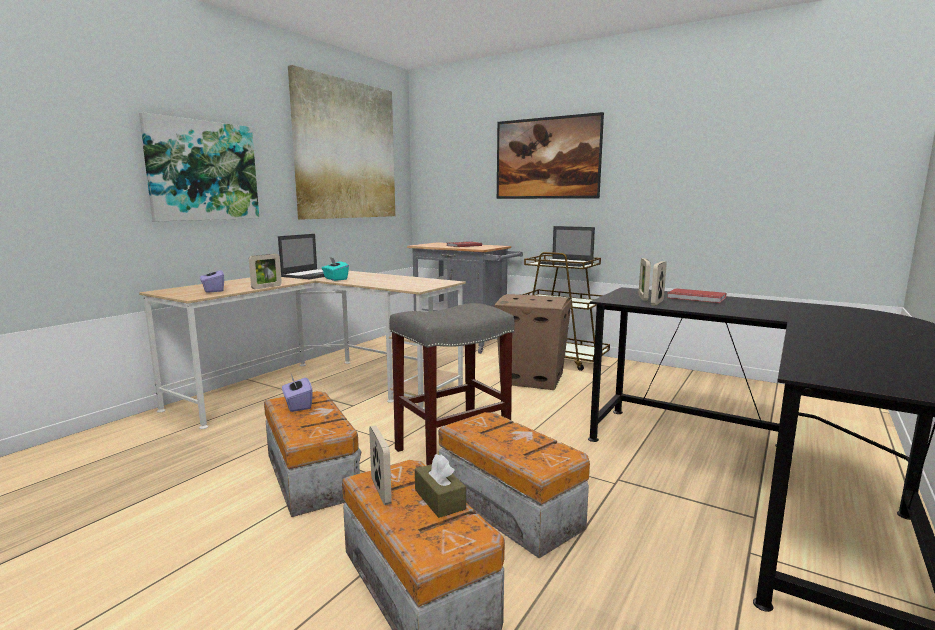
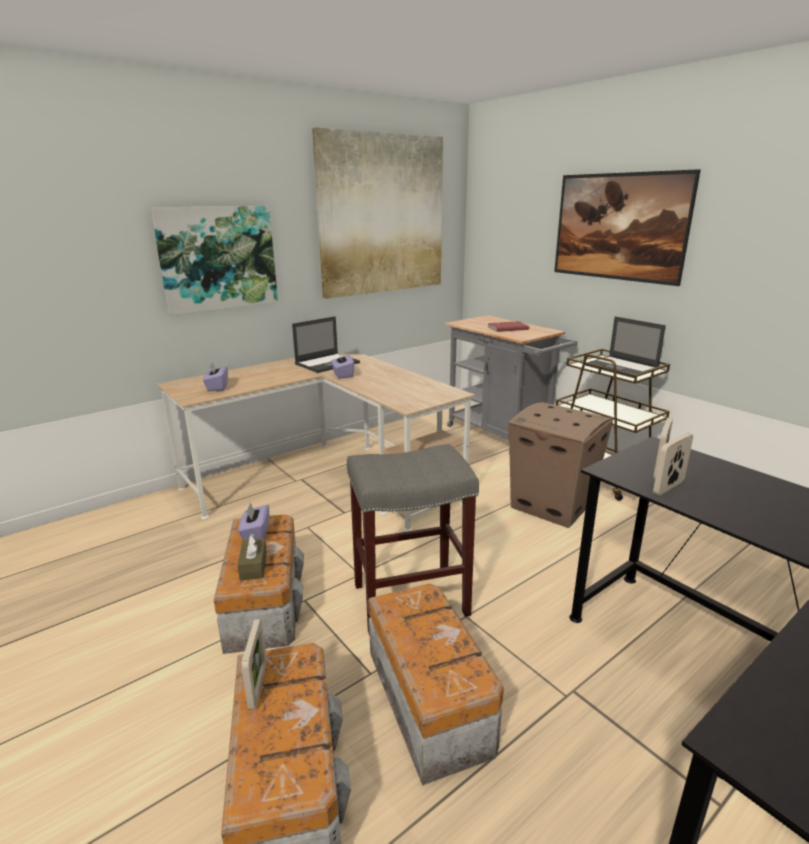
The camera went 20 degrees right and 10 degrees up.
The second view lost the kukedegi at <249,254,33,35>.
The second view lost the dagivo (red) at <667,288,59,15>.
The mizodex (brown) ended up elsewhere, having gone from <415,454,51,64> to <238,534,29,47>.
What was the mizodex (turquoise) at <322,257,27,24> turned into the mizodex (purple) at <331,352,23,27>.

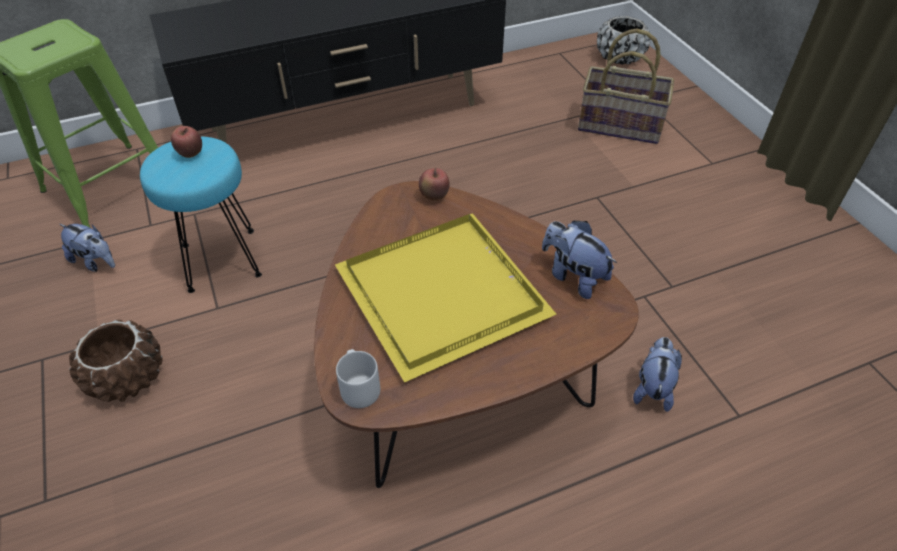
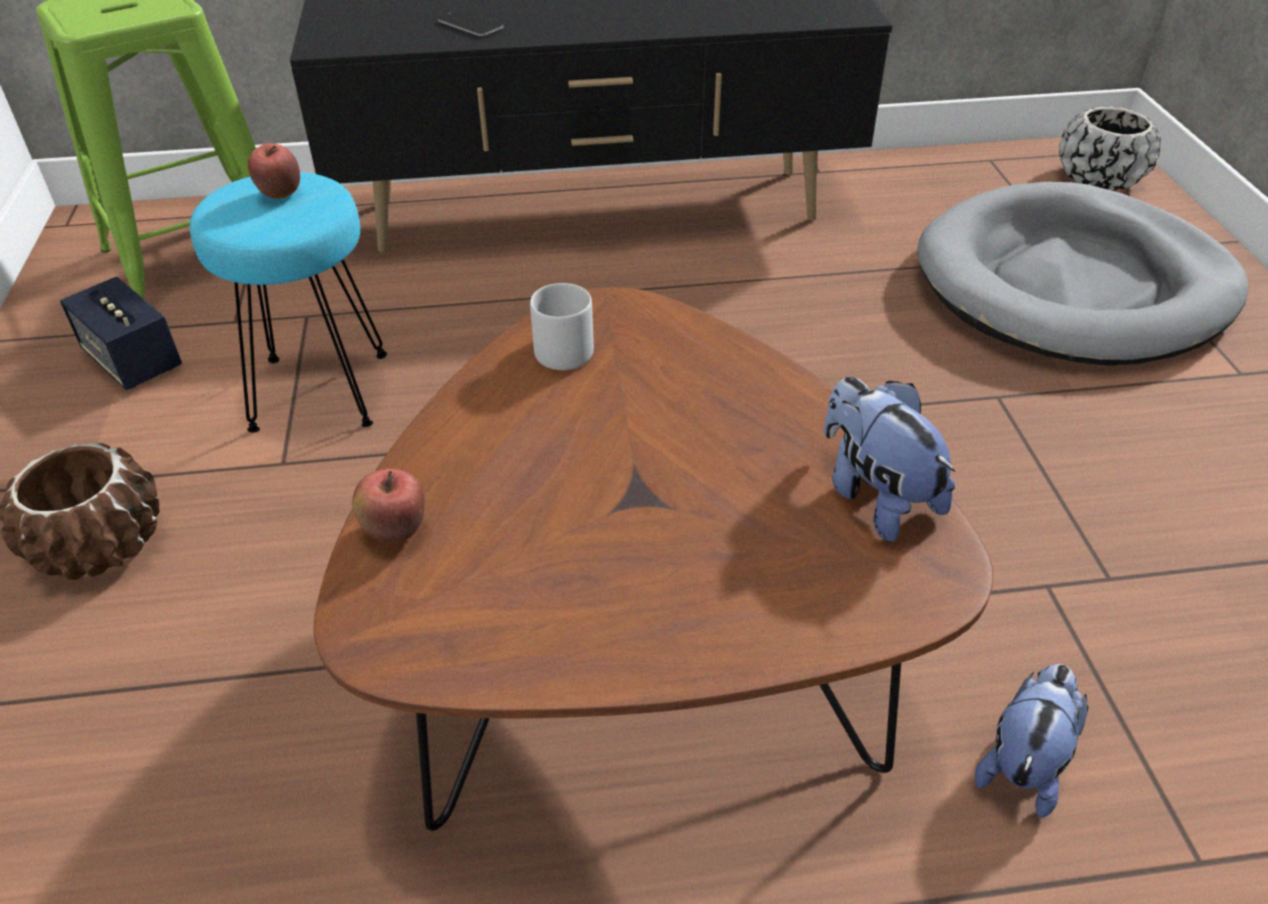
The camera went 15 degrees right and 5 degrees down.
The second view lost the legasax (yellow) at <335,213,222,170>.
The second view gained the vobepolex at <438,10,66,26>.
The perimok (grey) ended up elsewhere, having gone from <336,349,44,59> to <530,283,64,87>.
The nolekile ended up elsewhere, having gone from <419,168,31,32> to <352,469,73,73>.
Where the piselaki stood at <60,224,55,48>, the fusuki came to stand at <60,277,122,113>.
Where the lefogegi stood at <578,28,96,116>, the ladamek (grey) came to stand at <918,182,330,184>.

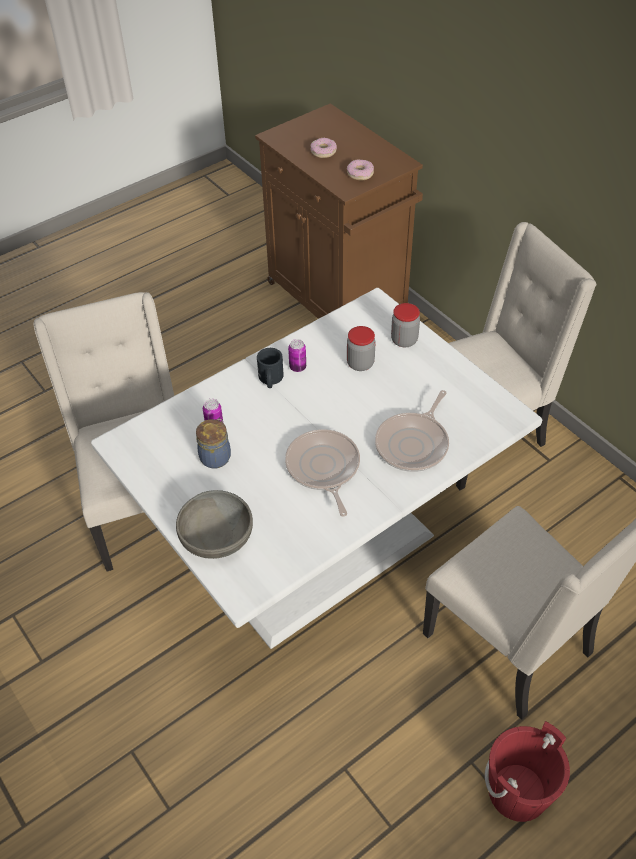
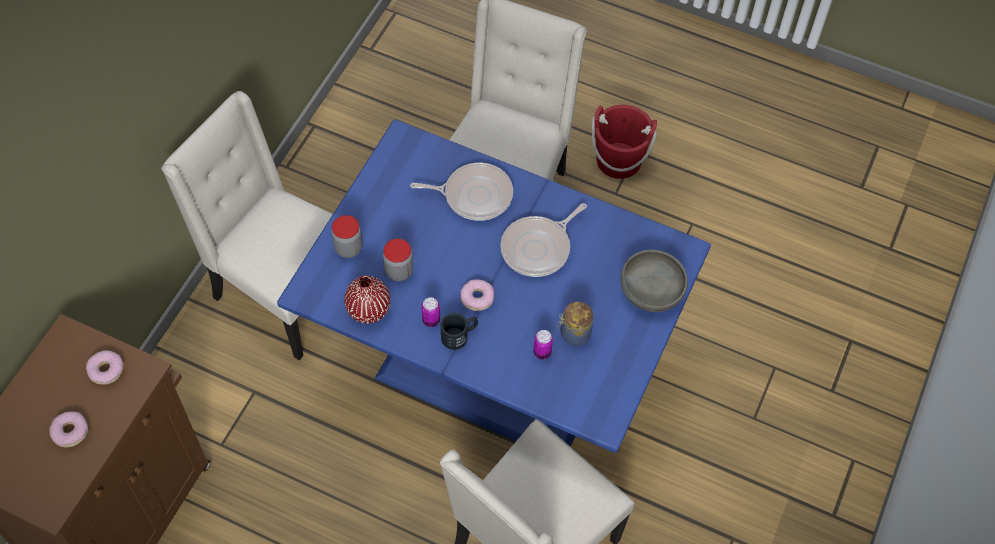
The camera went 120 degrees left and 10 degrees up.
The second view gained the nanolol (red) at <344,275,46,49>.
The second view gained the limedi at <461,279,33,32>.
What was the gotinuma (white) at <91,288,451,361> turned into the gotinuma (blue) at <277,119,434,334>.

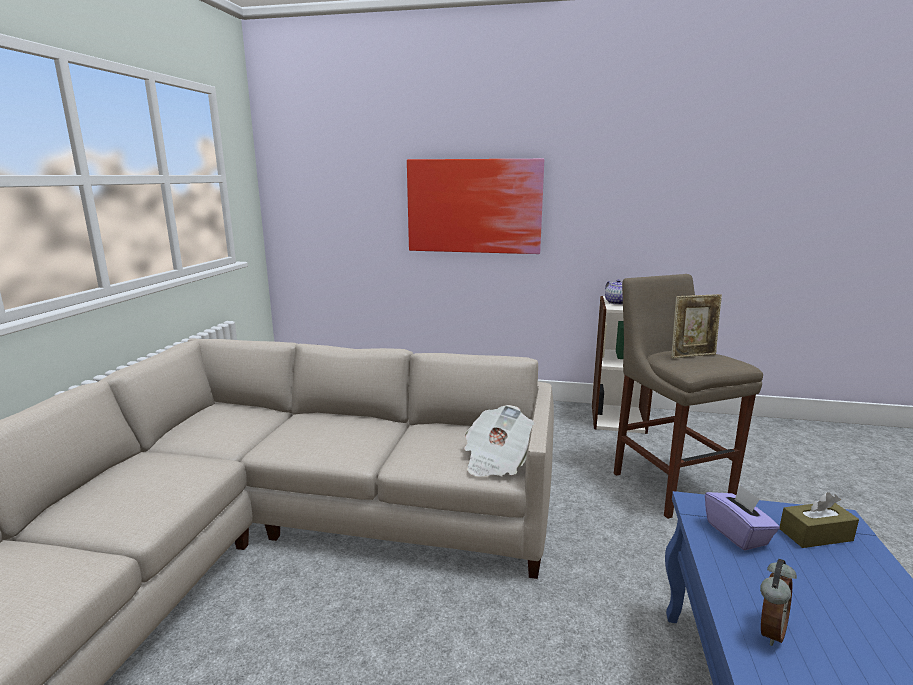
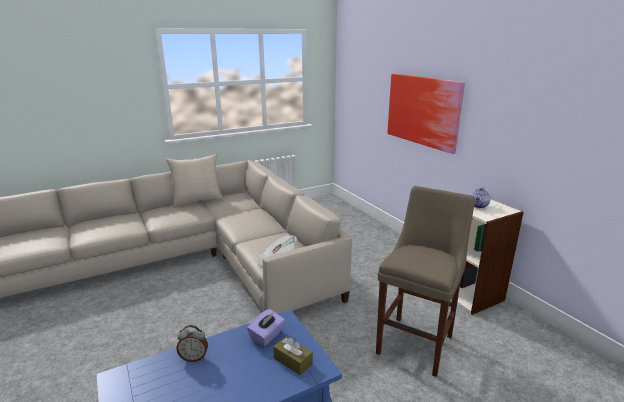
The camera went 50 degrees right and 5 degrees up.
The second view lost the kukedegi at <671,294,51,64>.
The second view gained the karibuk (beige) at <166,154,58,54>.

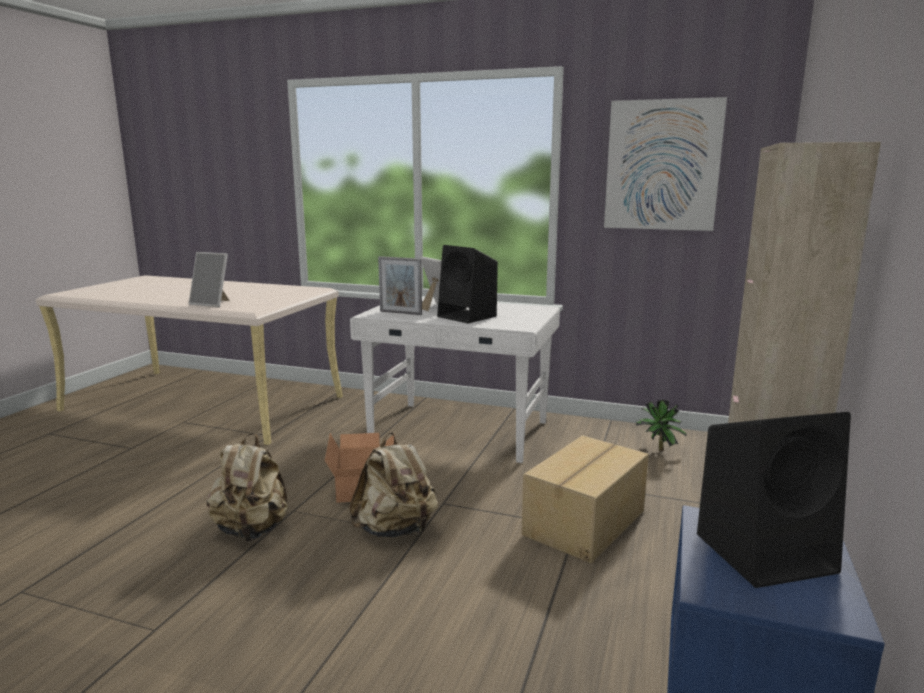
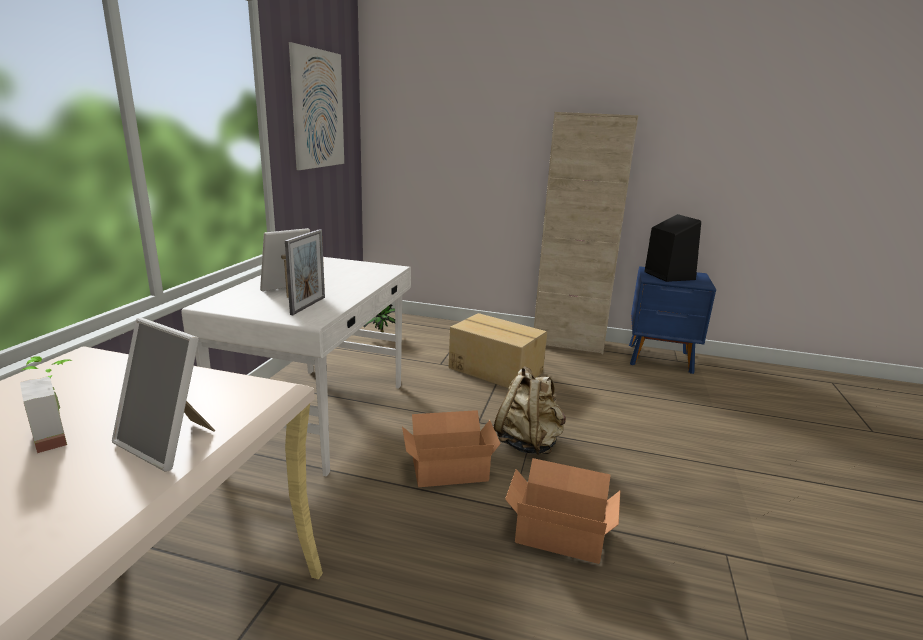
The camera went 95 degrees left and 5 degrees up.
The second view lost the fusuki (black) at <437,245,61,79>.
The second view gained the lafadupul at <20,356,51,97>.
Where the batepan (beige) stood at <207,433,81,108>, the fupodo came to stand at <505,458,115,106>.
The kukedegi at <189,252,41,55> ended up facing another way, 105 degrees clockwise from before.

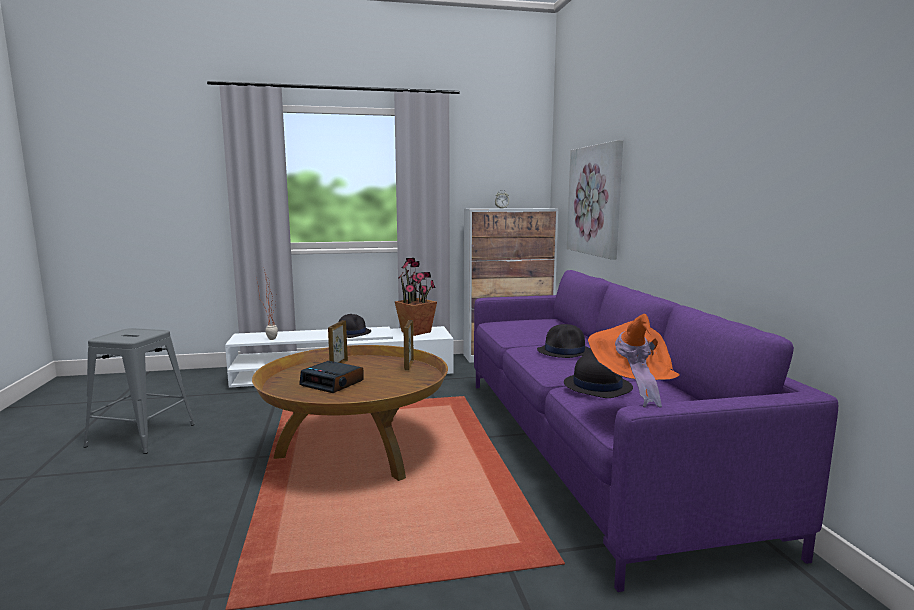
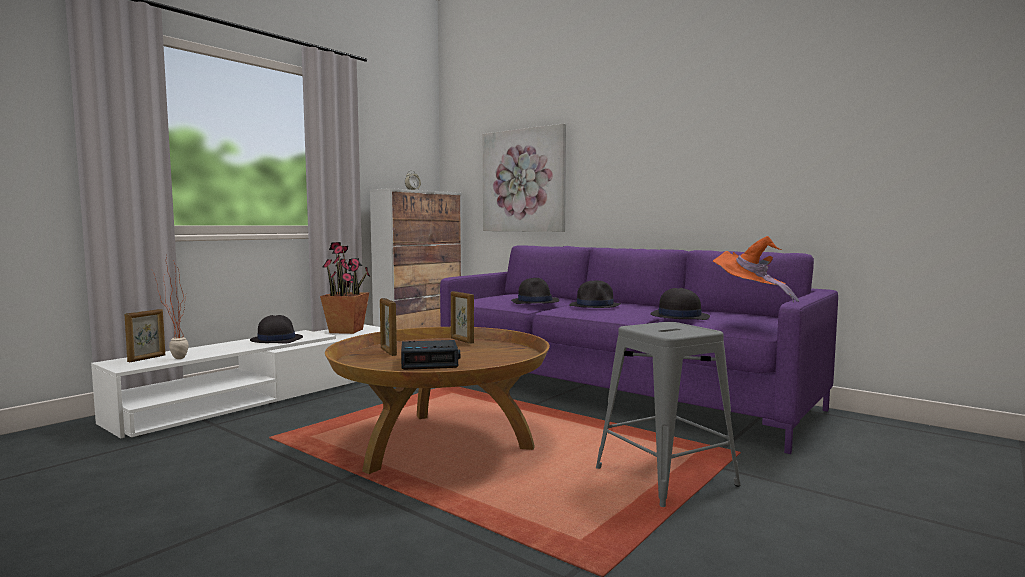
The camera went 40 degrees left and 5 degrees down.
The second view gained the kukedegi at <125,309,40,53>.
The second view gained the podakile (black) at <511,278,49,26>.
The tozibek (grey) ended up elsewhere, having gone from <83,328,112,126> to <596,322,145,185>.

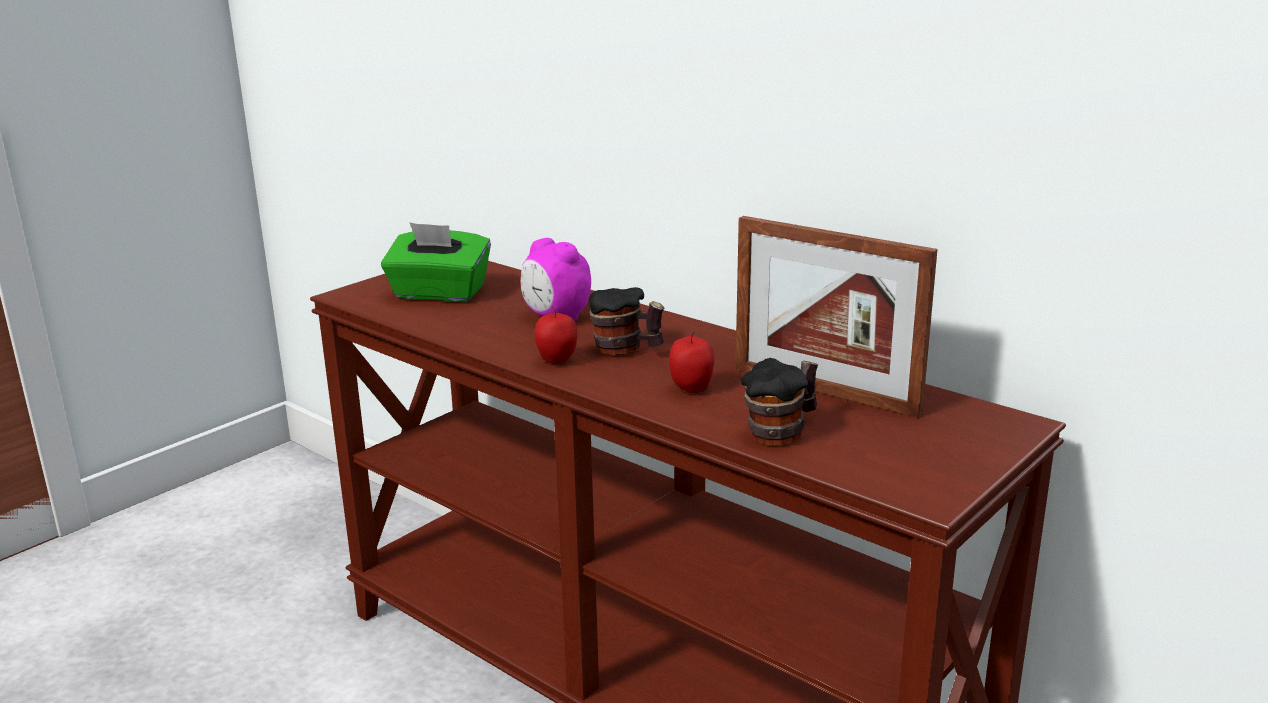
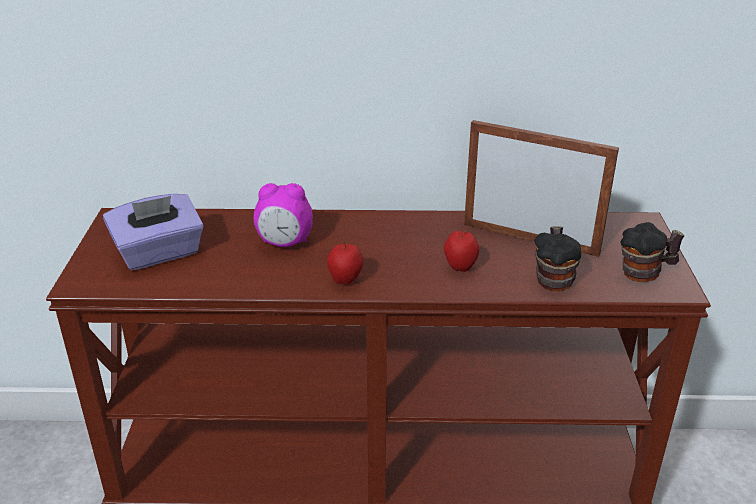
The camera went 40 degrees left and 10 degrees up.
The perimok ended up elsewhere, having gone from <589,287,75,68> to <620,222,65,60>.
What was the mizodex (green) at <381,222,110,80> turned into the mizodex (purple) at <103,194,101,76>.
The kukedegi at <735,216,202,202> ended up facing another way, 150 degrees counterclockwise from before.

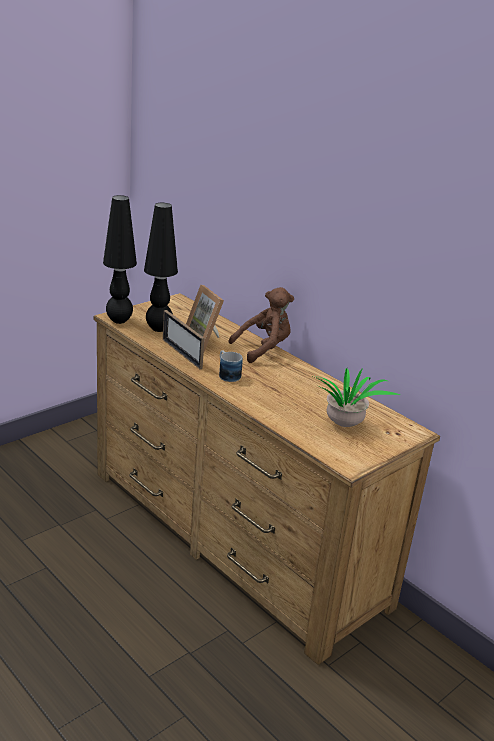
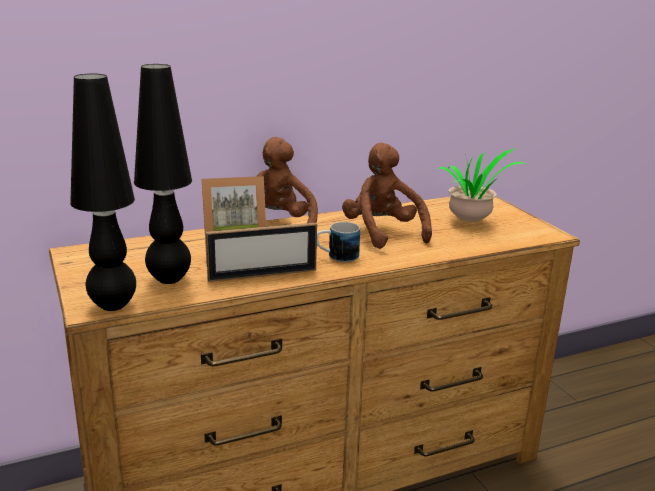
The camera went 70 degrees left and 5 degrees down.
The second view gained the piselaki (brown) at <342,143,90,106>.

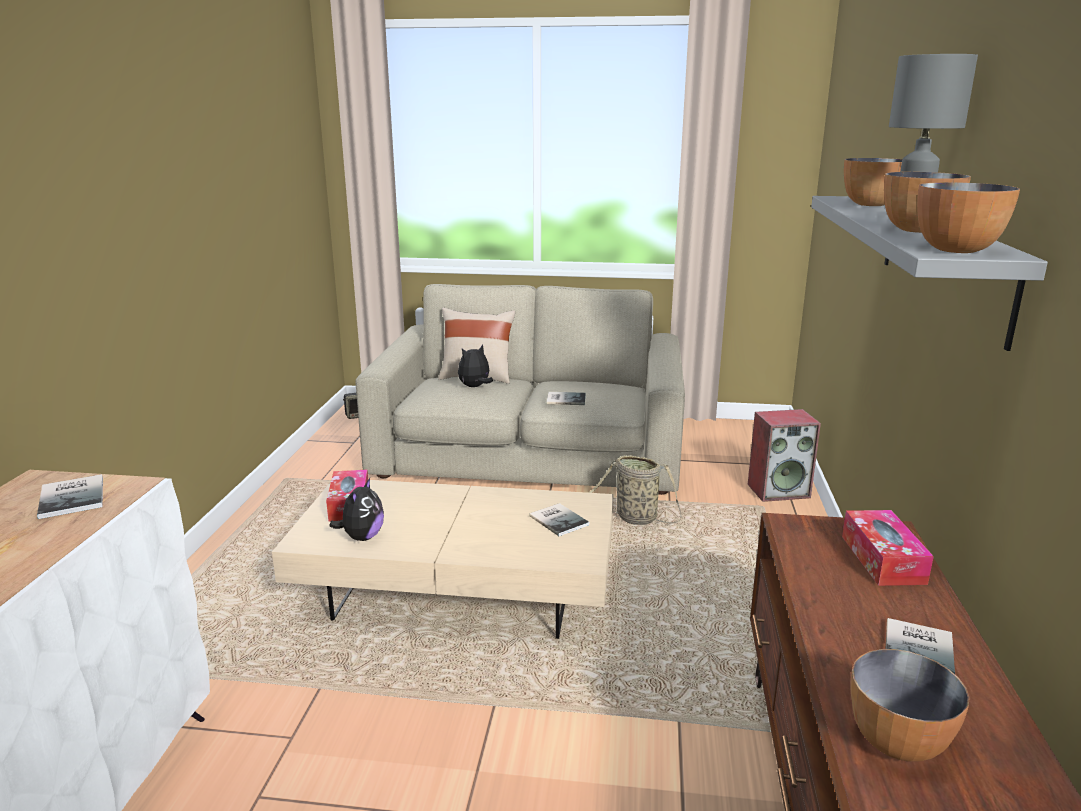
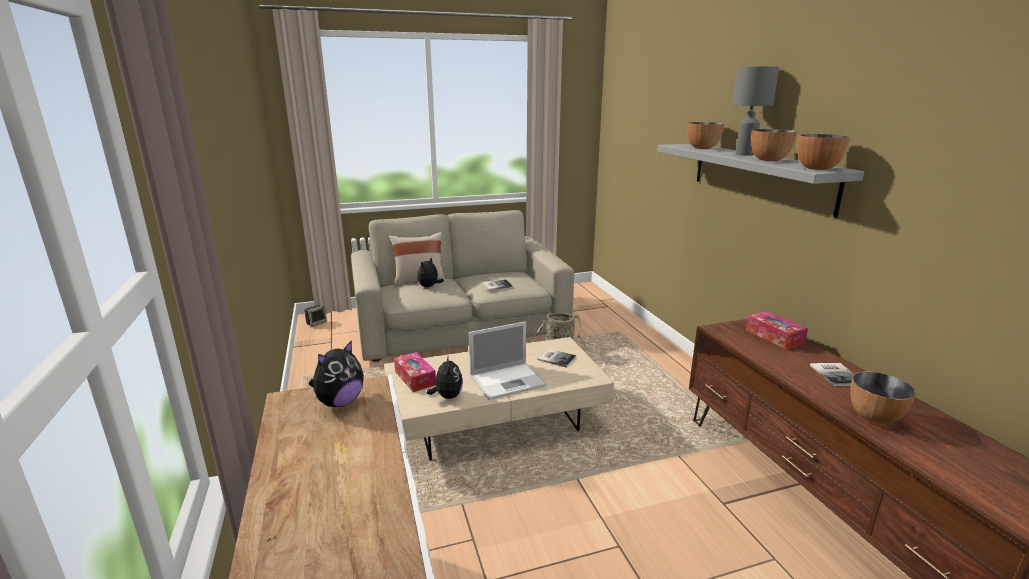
The camera went 25 degrees left and 0 degrees up.
The second view lost the fusuki at <748,409,73,93>.
The second view gained the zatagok at <469,322,78,78>.
Where the dagivo stood at <37,474,66,45>, the piselaki came to stand at <309,340,55,67>.

